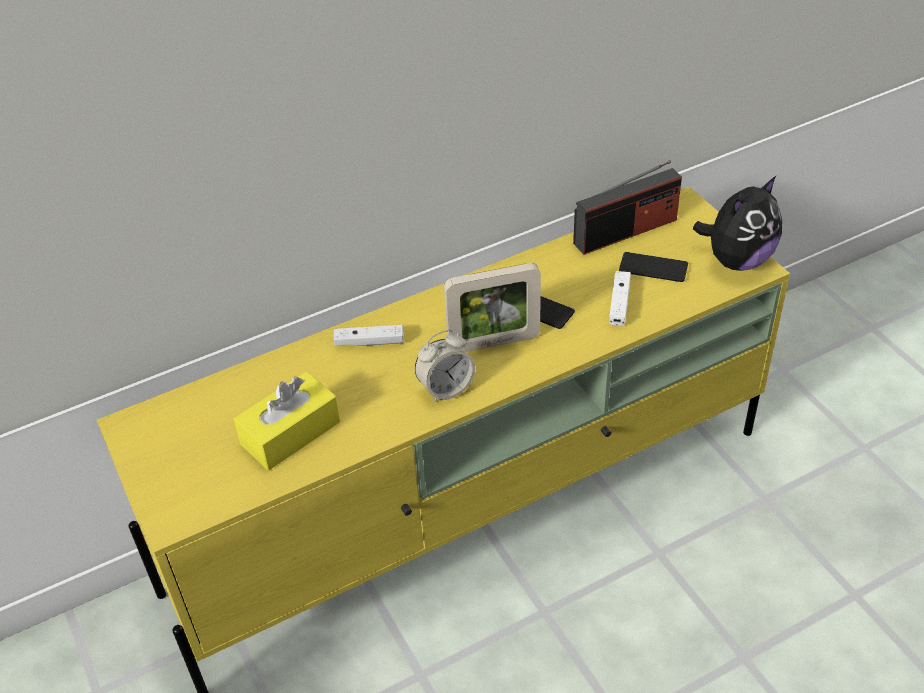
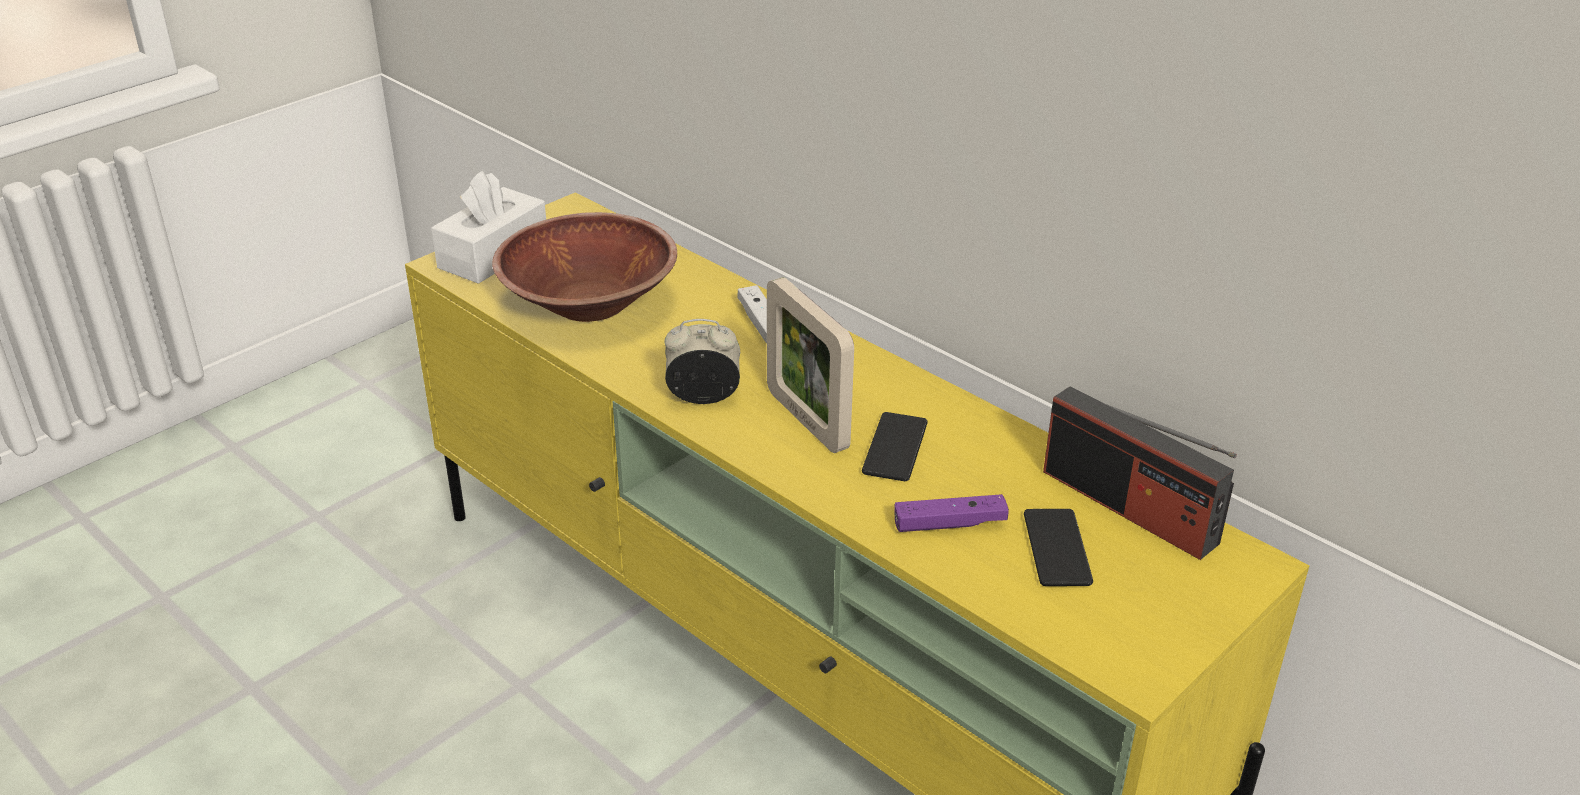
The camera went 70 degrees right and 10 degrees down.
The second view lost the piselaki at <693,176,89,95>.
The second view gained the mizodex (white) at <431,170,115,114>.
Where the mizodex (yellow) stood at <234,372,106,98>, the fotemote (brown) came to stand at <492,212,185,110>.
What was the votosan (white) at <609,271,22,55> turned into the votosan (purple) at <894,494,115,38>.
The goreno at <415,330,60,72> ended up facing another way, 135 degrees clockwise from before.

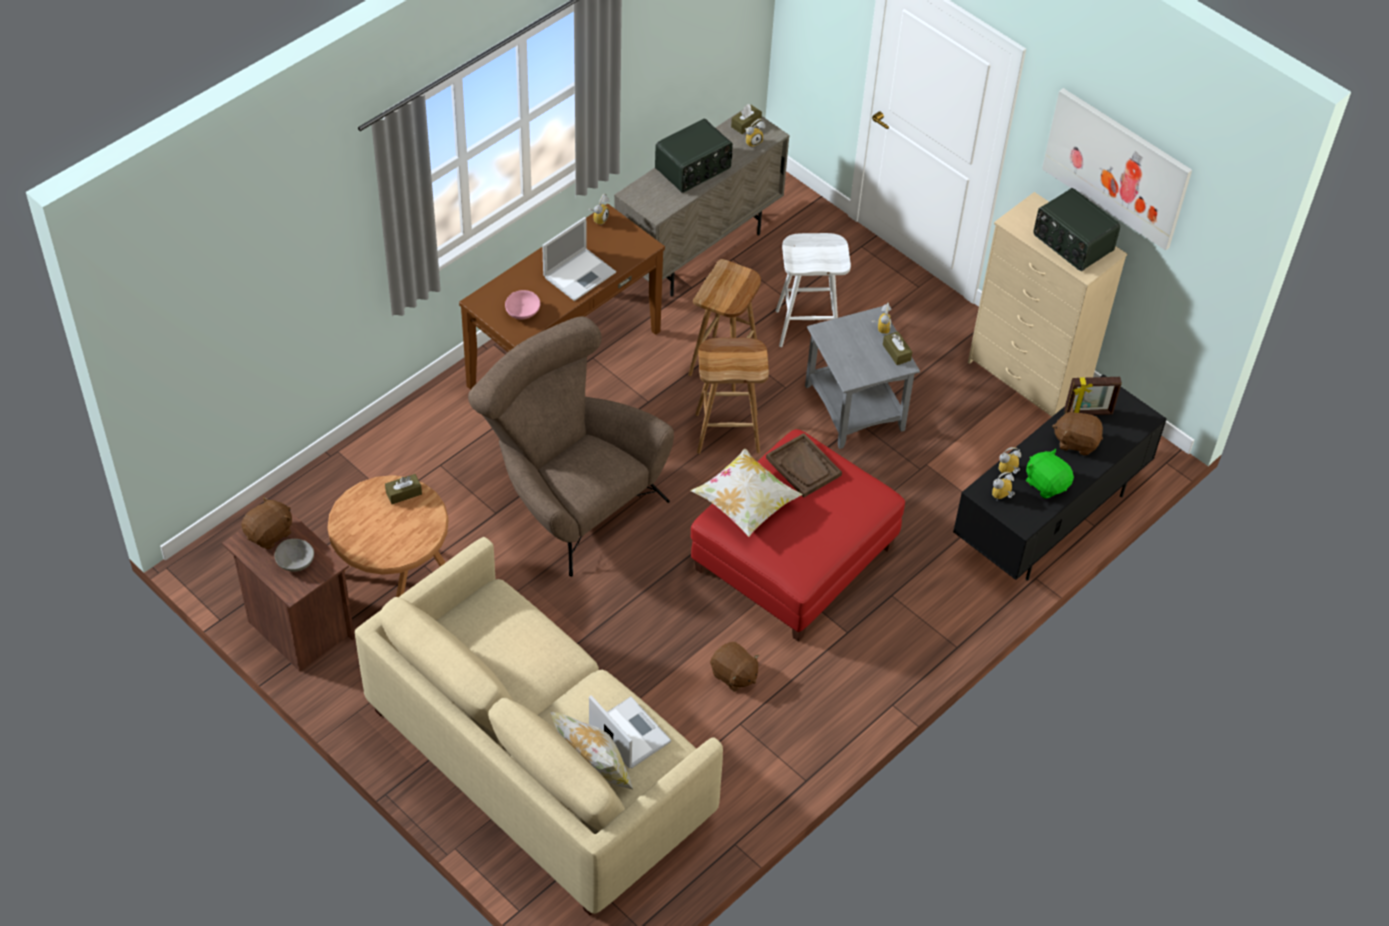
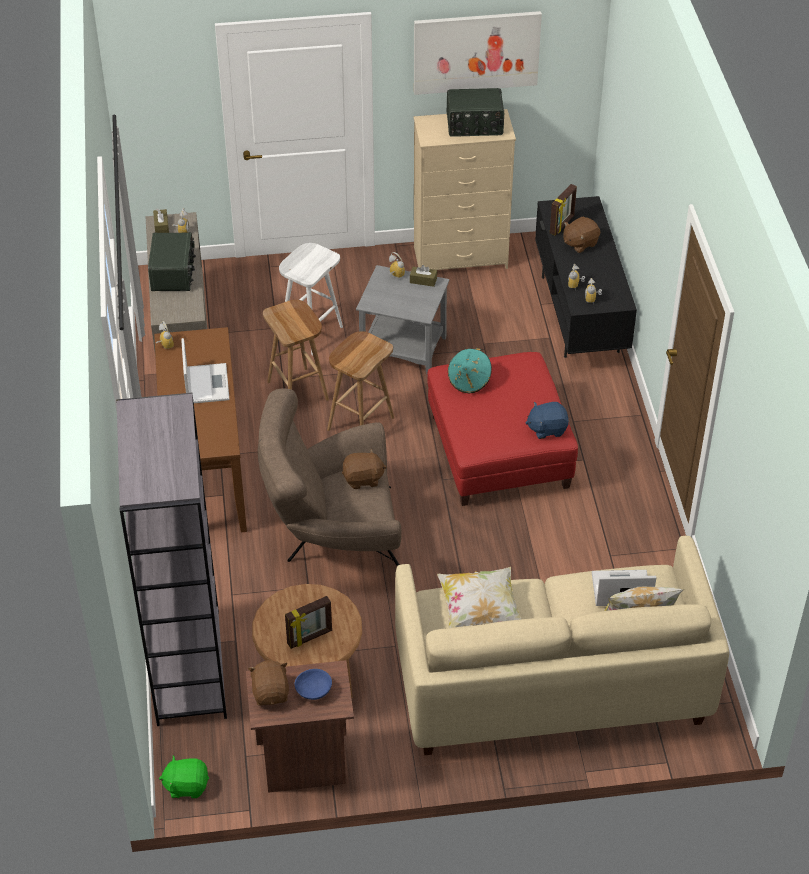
The camera went 50 degrees left and 5 degrees down.
The second view lost the mizodex (brown) at <385,474,37,30>.
The second view lost the fotemote (pink) at <505,290,35,30>.
The second view gained the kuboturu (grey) at <116,393,111,333>.
The second view gained the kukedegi at <285,596,47,53>.
The second view gained the piselaki (blue) at <526,402,43,37>.
The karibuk ended up elsewhere, having gone from <691,449,112,88> to <437,567,84,61>.
The piselaki (brown) ended up elsewhere, having gone from <710,642,49,50> to <342,449,44,40>.
The piselaki (green) ended up elsewhere, having gone from <1026,449,48,49> to <159,756,50,42>.
Where the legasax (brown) stood at <766,433,76,64>, the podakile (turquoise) came to stand at <448,348,44,45>.
What was the fotemote (grey) at <275,539,39,33> turned into the fotemote (blue) at <294,669,38,31>.

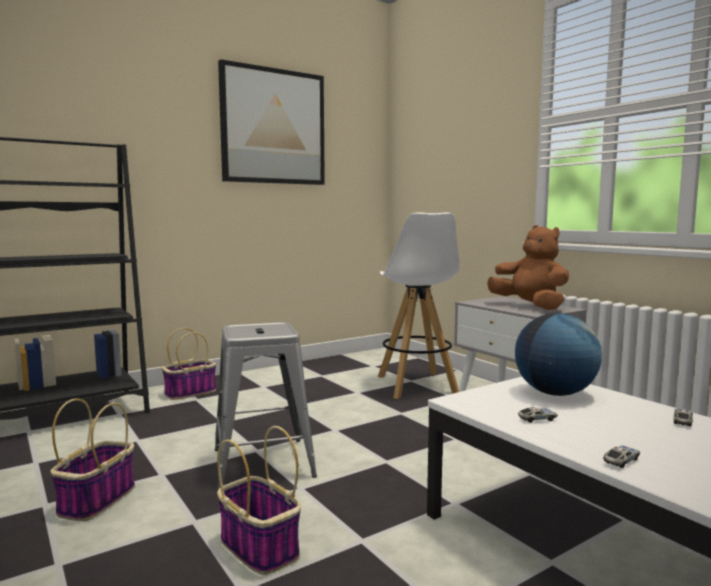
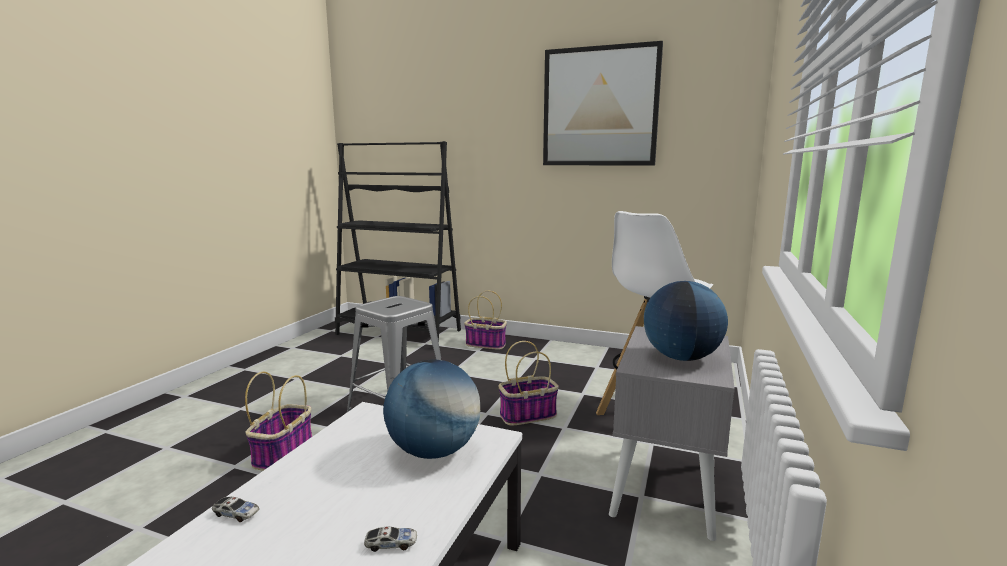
The camera went 55 degrees right and 5 degrees up.
The second view lost the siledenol at <518,407,40,16>.
The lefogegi ended up elsewhere, having gone from <50,398,85,123> to <499,341,60,85>.
Where the piselaki (brown) stood at <487,225,82,85>, the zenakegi came to stand at <644,281,84,80>.

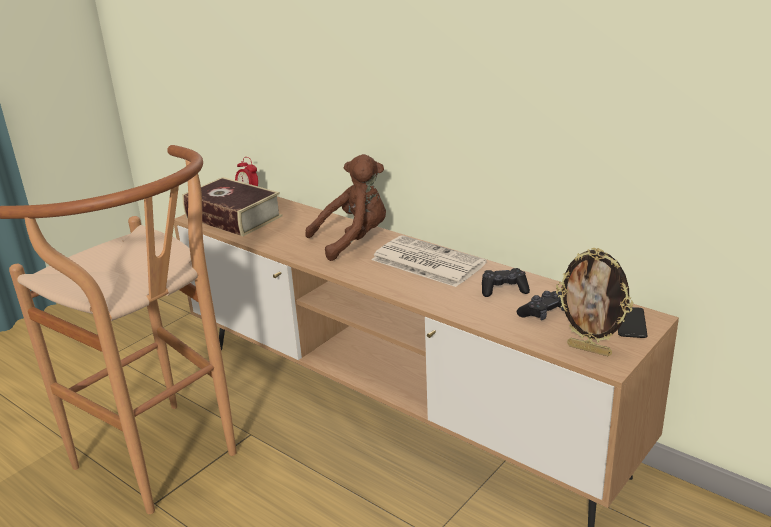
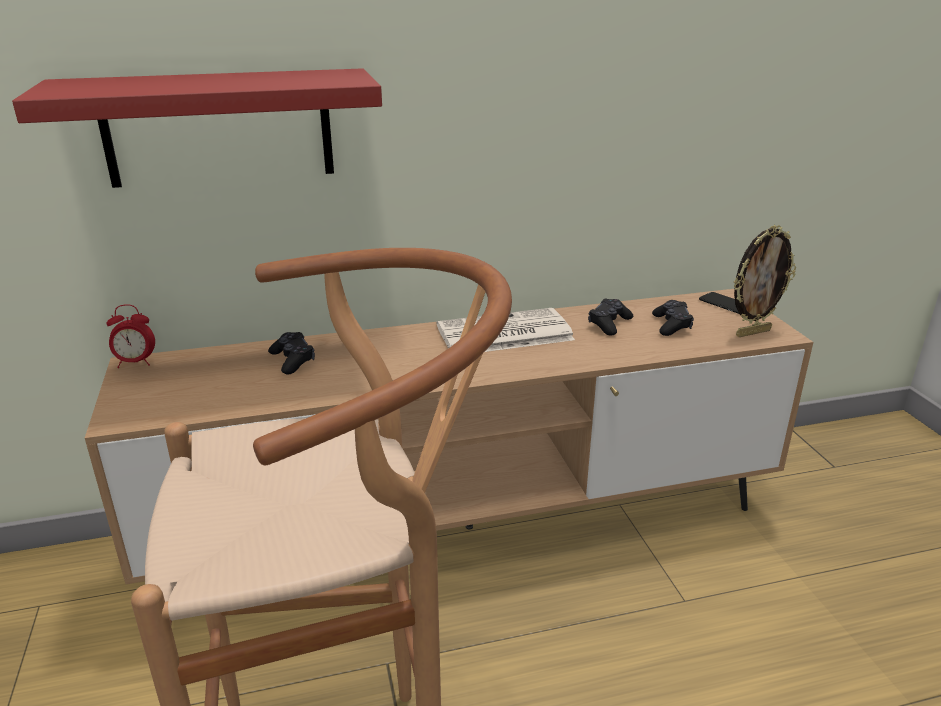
The camera went 55 degrees left and 0 degrees up.
The second view lost the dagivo at <182,177,100,59>.
The second view lost the piselaki (brown) at <305,154,81,107>.
The second view gained the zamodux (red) at <12,68,370,120>.
The second view gained the votosan (black) at <268,332,47,42>.

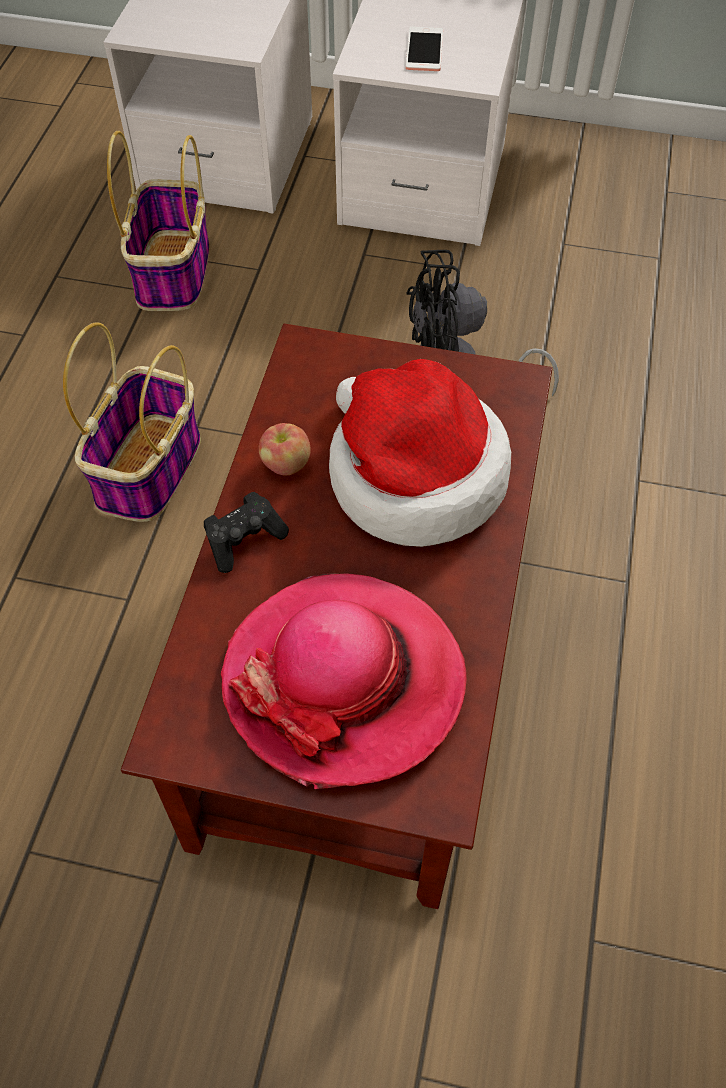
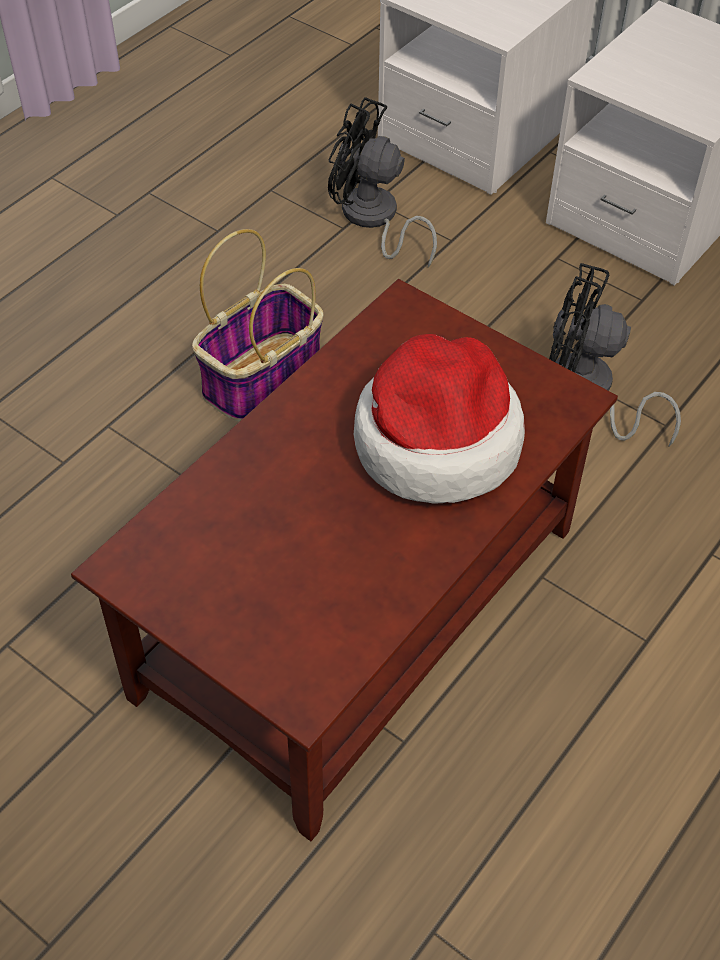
The camera went 25 degrees right and 5 degrees down.
The second view lost the votosan (black) at <204,492,85,81>.
The second view lost the podakile at <221,573,246,216>.
The second view lost the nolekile at <259,423,52,52>.
The second view lost the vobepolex at <406,27,37,44>.
Where the lefogegi stood at <107,131,102,180>, the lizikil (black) came to stand at <328,97,109,171>.

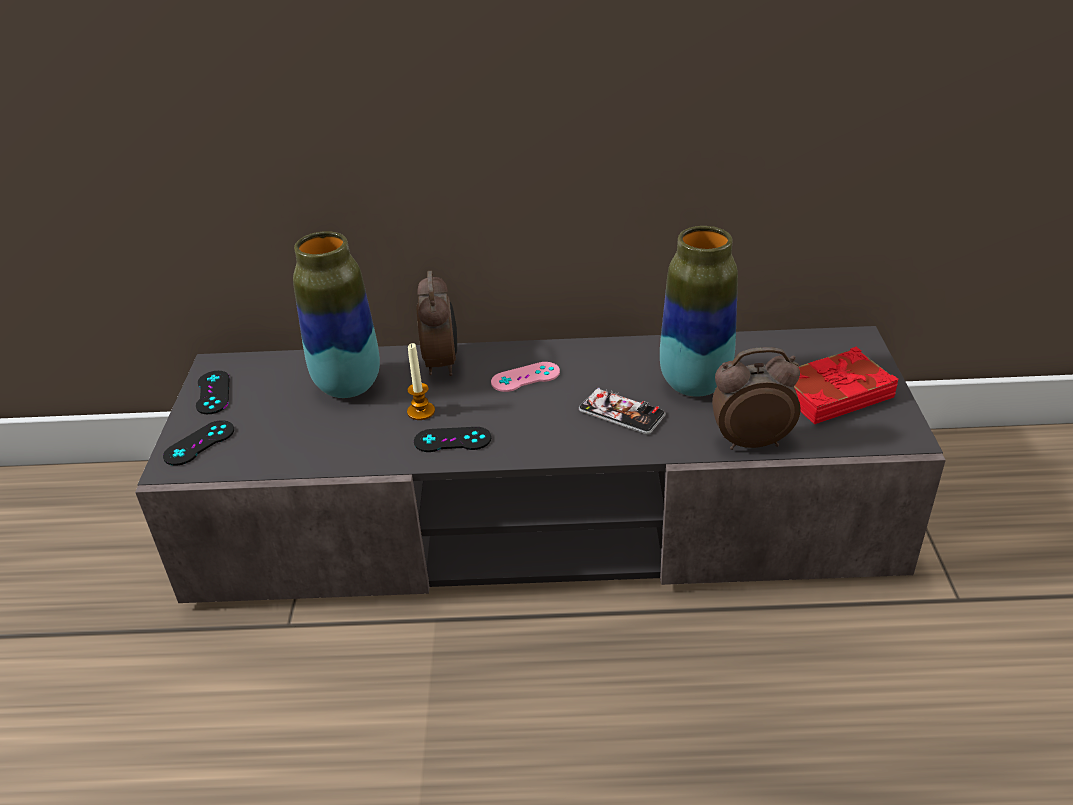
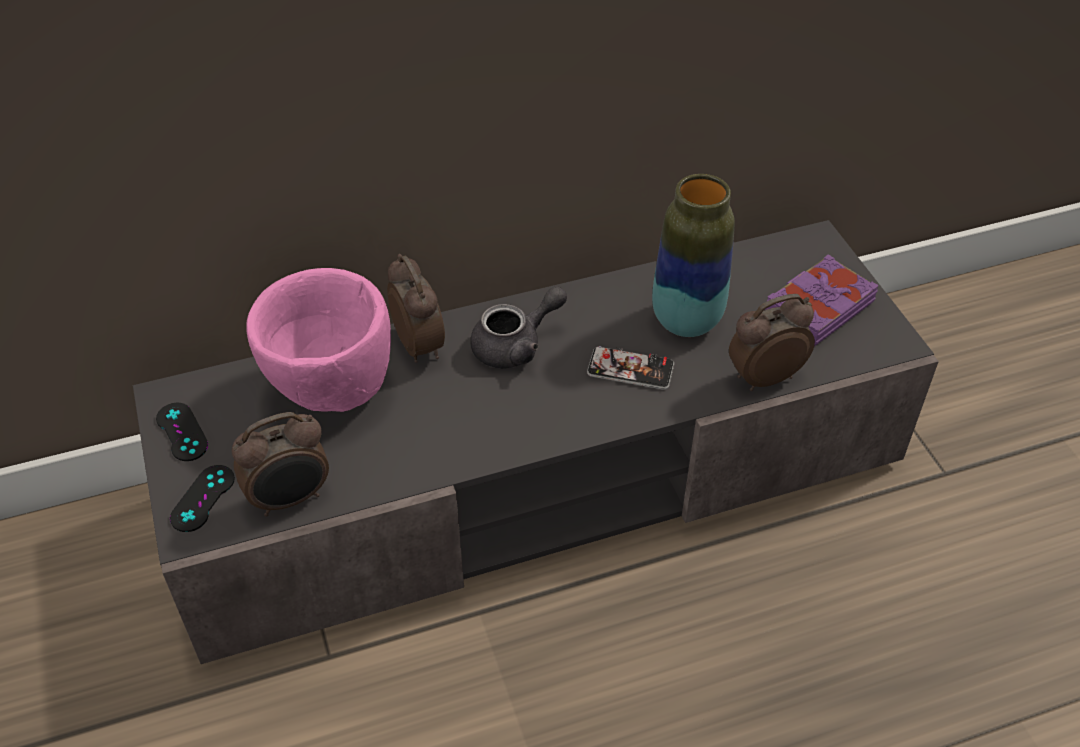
The camera went 20 degrees left and 10 degrees up.
The second view lost the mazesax at <407,343,28,77>.
The second view lost the votosan (black) at <414,427,77,25>.
The second view gained the goreno at <232,412,97,104>.
Where the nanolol stood at <293,231,87,167>, the fotemote (pink) came to stand at <246,268,145,144>.
Where the votosan (pink) stood at <491,362,69,30>, the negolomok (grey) came to stand at <470,286,97,83>.
What was the dagivo (red) at <794,347,104,77> turned into the dagivo (purple) at <765,254,114,92>.

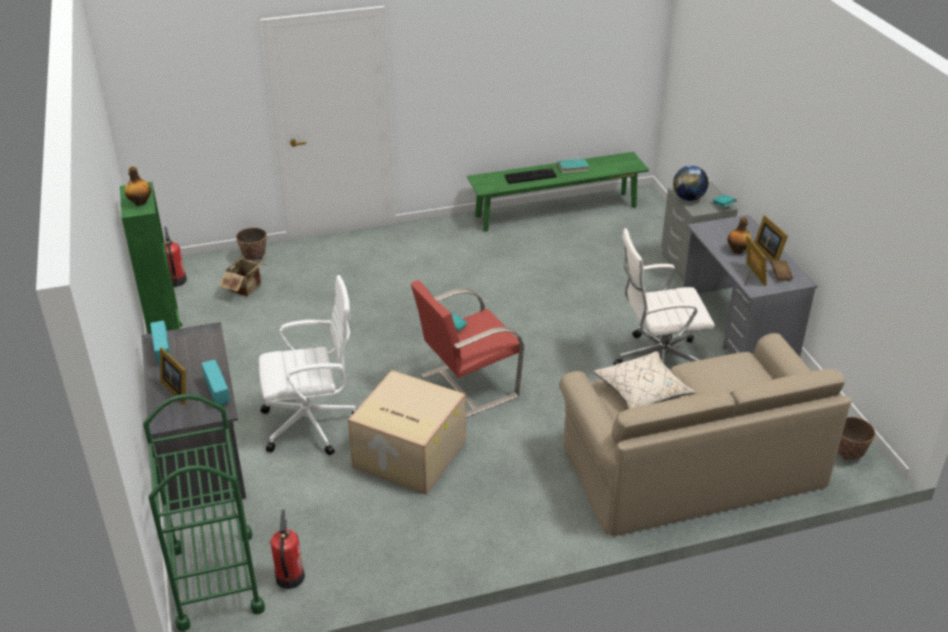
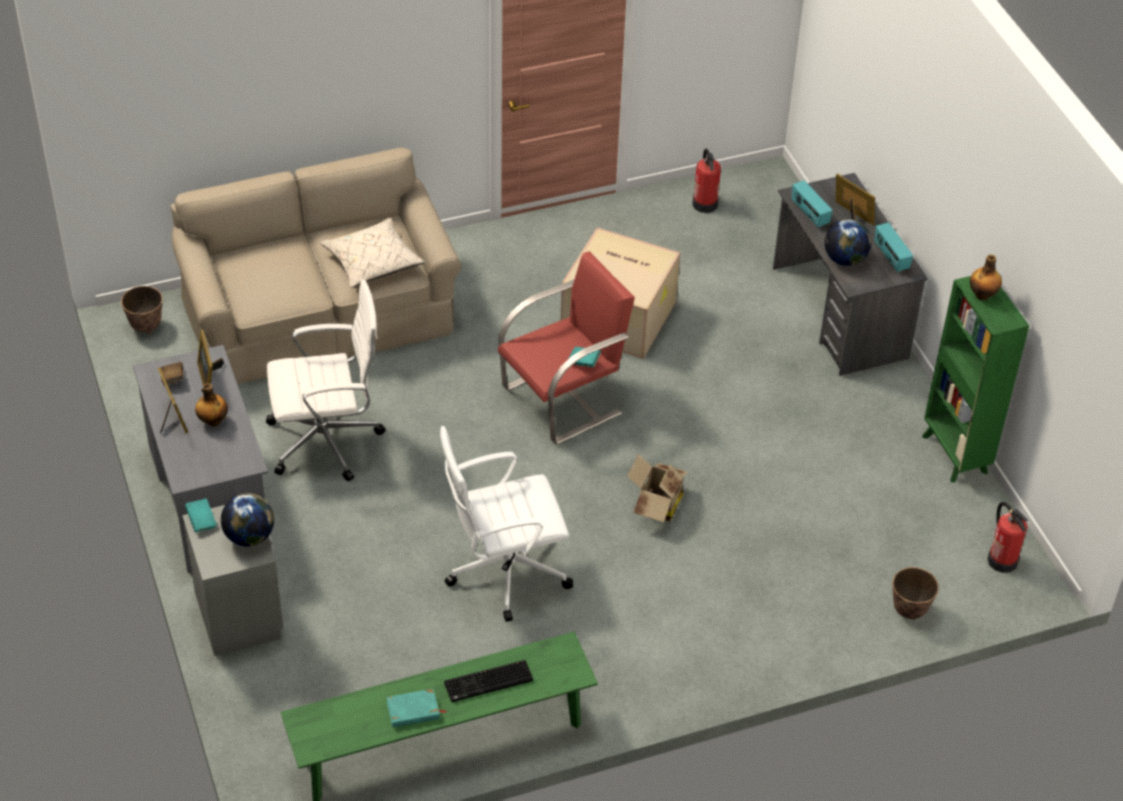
The camera went 175 degrees right and 10 degrees up.
The second view lost the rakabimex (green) at <143,394,122,237>.
The second view gained the zenakegi at <824,219,47,47>.
The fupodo ended up elsewhere, having gone from <219,255,47,41> to <627,454,62,68>.
The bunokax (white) ended up elsewhere, having gone from <259,275,98,180> to <439,426,134,196>.

